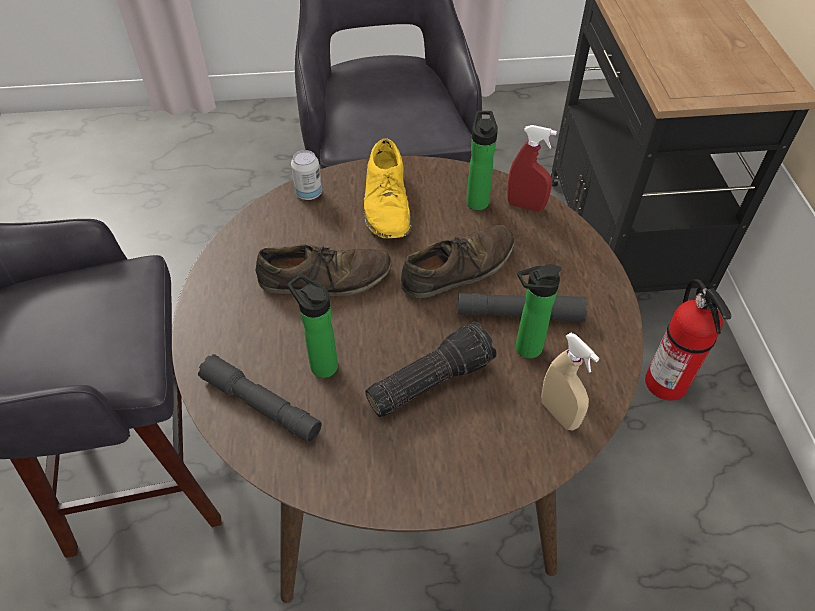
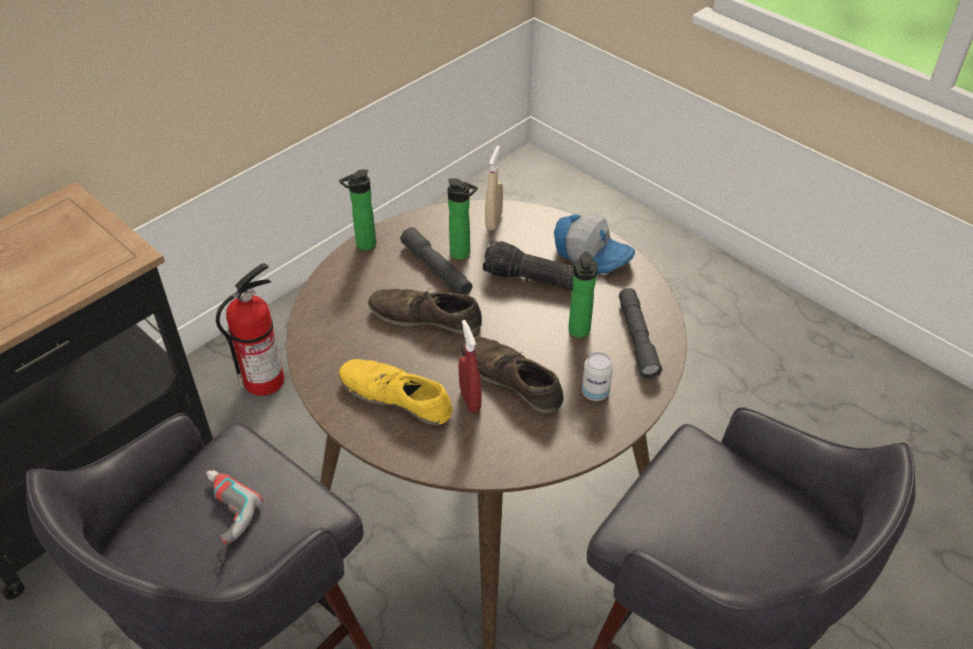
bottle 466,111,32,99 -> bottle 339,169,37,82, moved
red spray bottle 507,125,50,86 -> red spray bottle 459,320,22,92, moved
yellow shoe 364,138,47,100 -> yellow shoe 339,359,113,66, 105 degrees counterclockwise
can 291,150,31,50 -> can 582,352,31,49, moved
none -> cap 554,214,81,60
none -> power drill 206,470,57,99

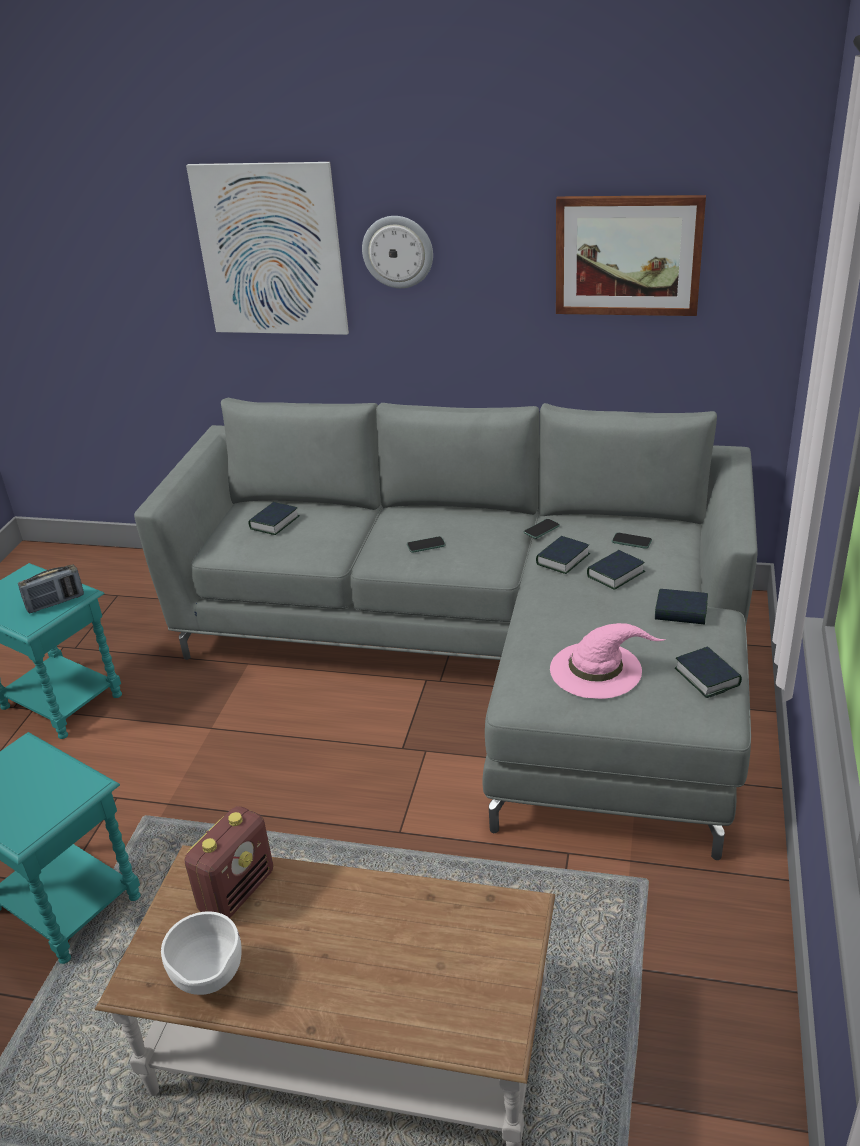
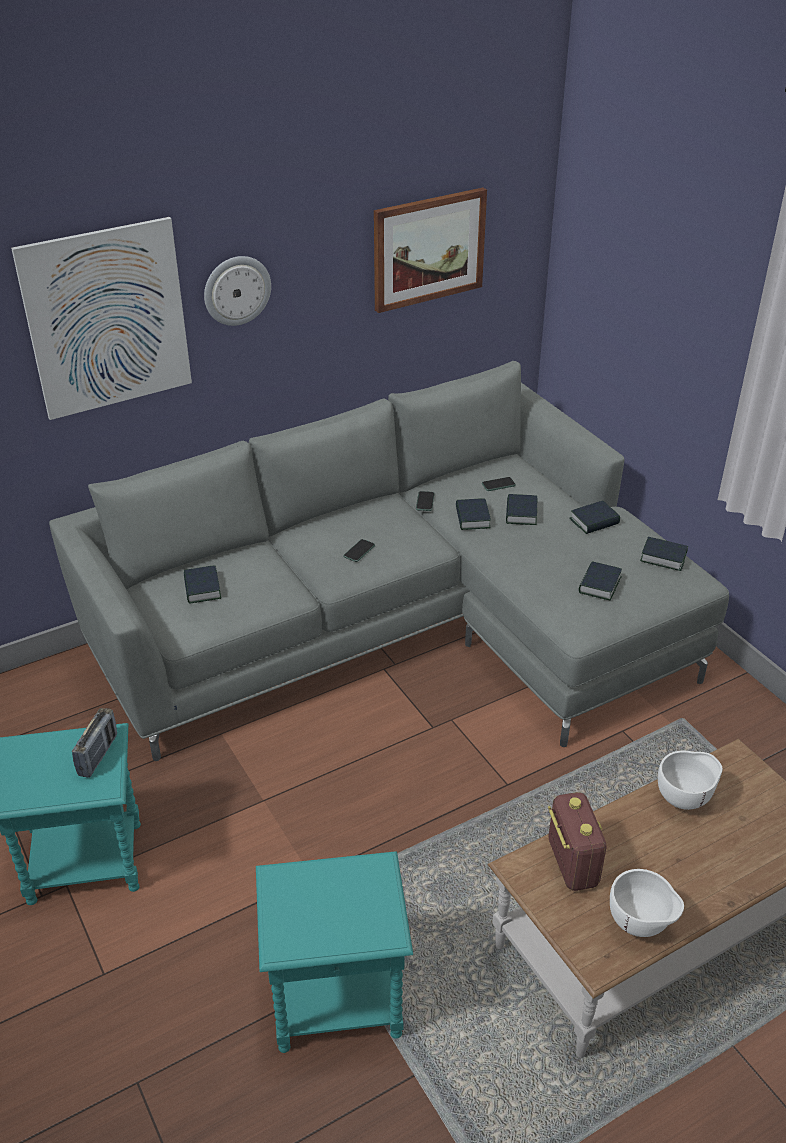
pink hat 550,623,116,76 -> book 579,561,43,39
none -> white bowl 658,751,65,59

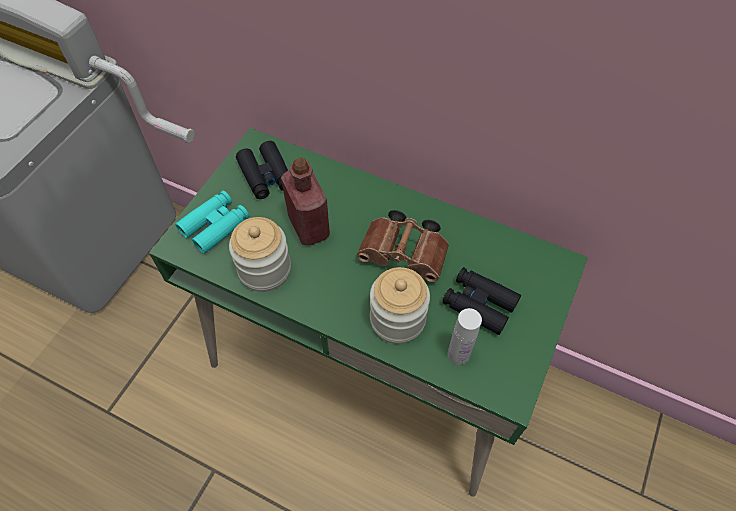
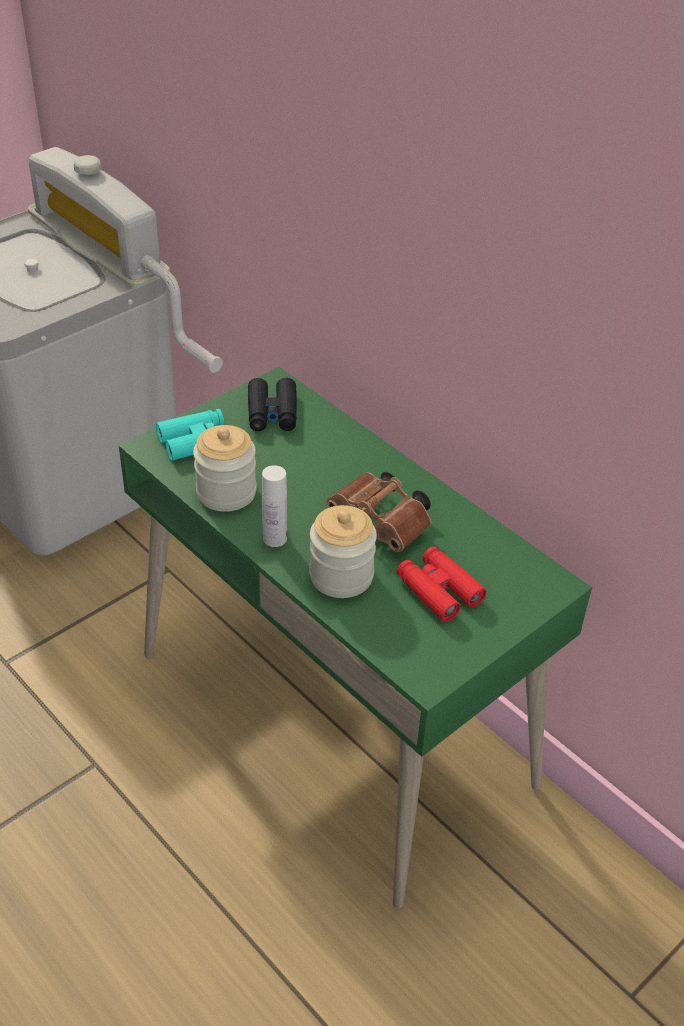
red bottle 281,157,49,89 -> none
black binoculars 442,267,79,68 -> red binoculars 397,546,89,76
white bottle 448,308,34,57 -> white bottle 262,465,25,82, moved

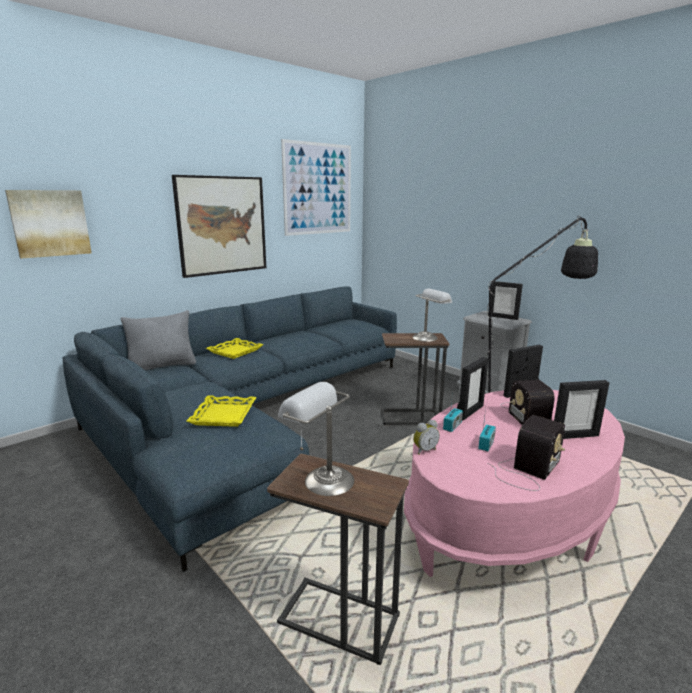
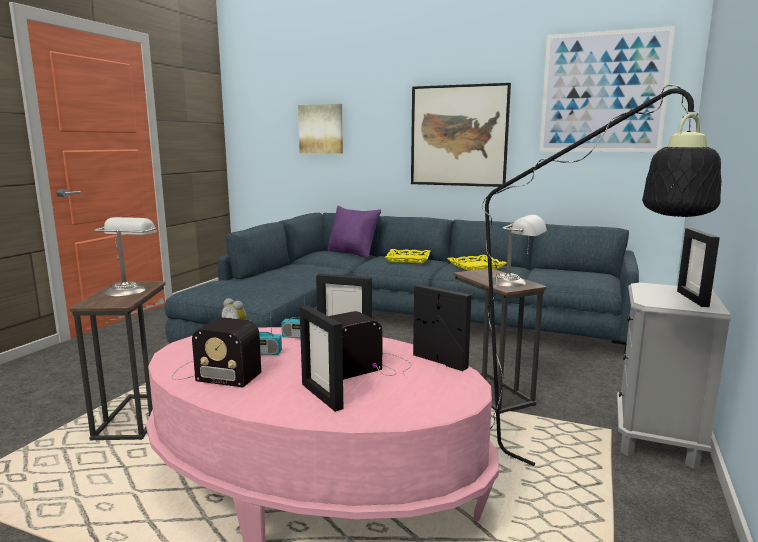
grey pillow 121,310,75,60 -> purple pillow 328,206,53,52
yellow tray 187,395,69,32 -> yellow tray 447,255,60,16, moved

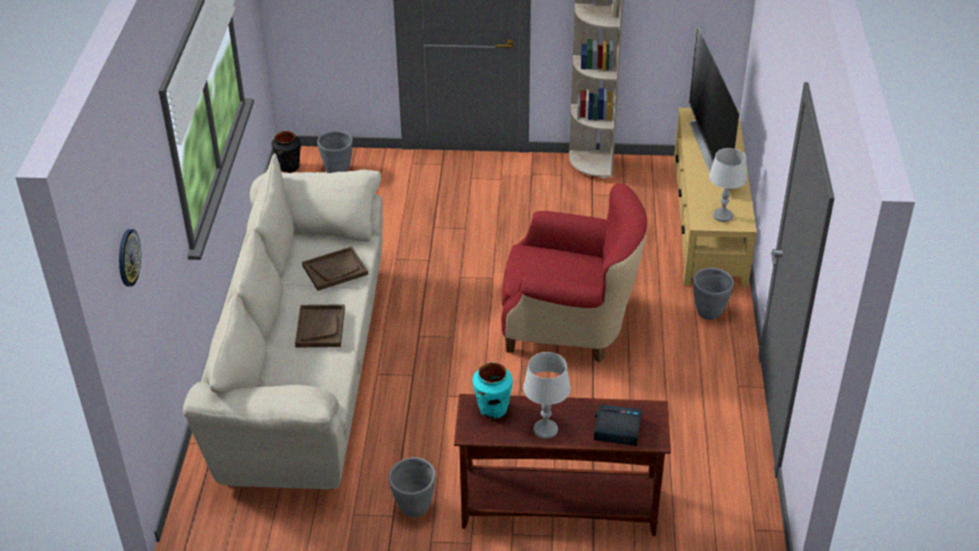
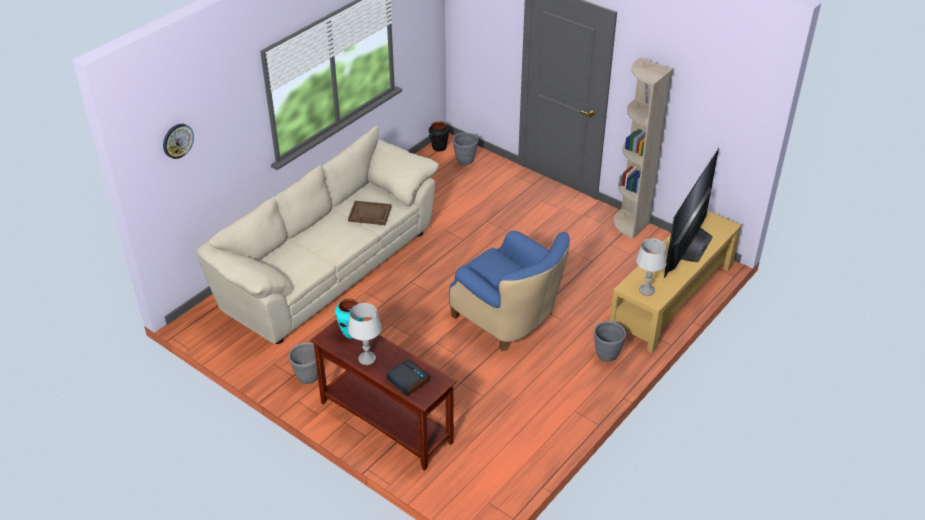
red armchair 501,183,146,180 -> blue armchair 449,231,121,120
brown tray 295,304,50,43 -> none

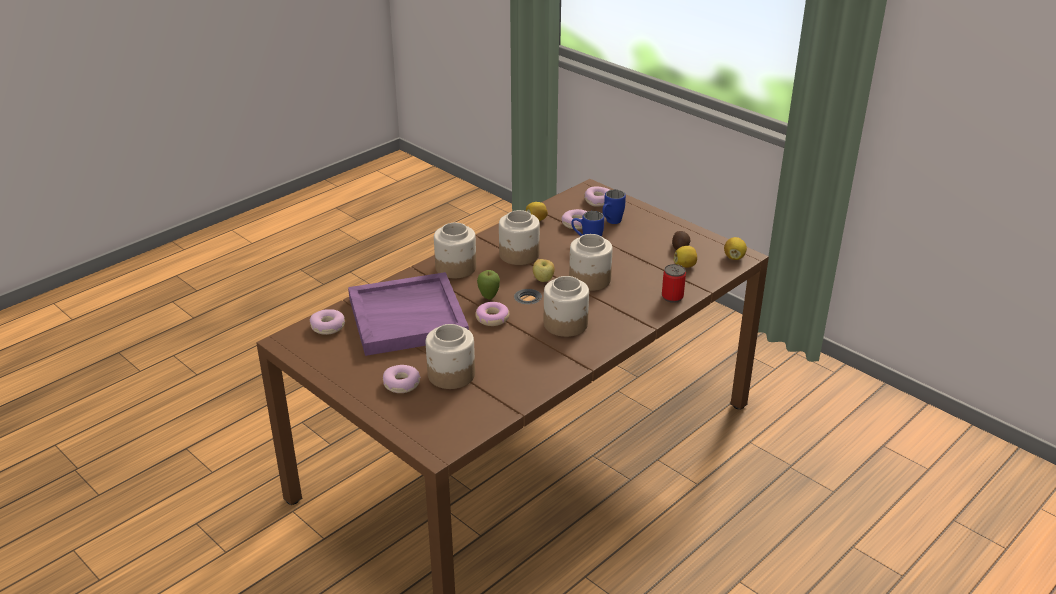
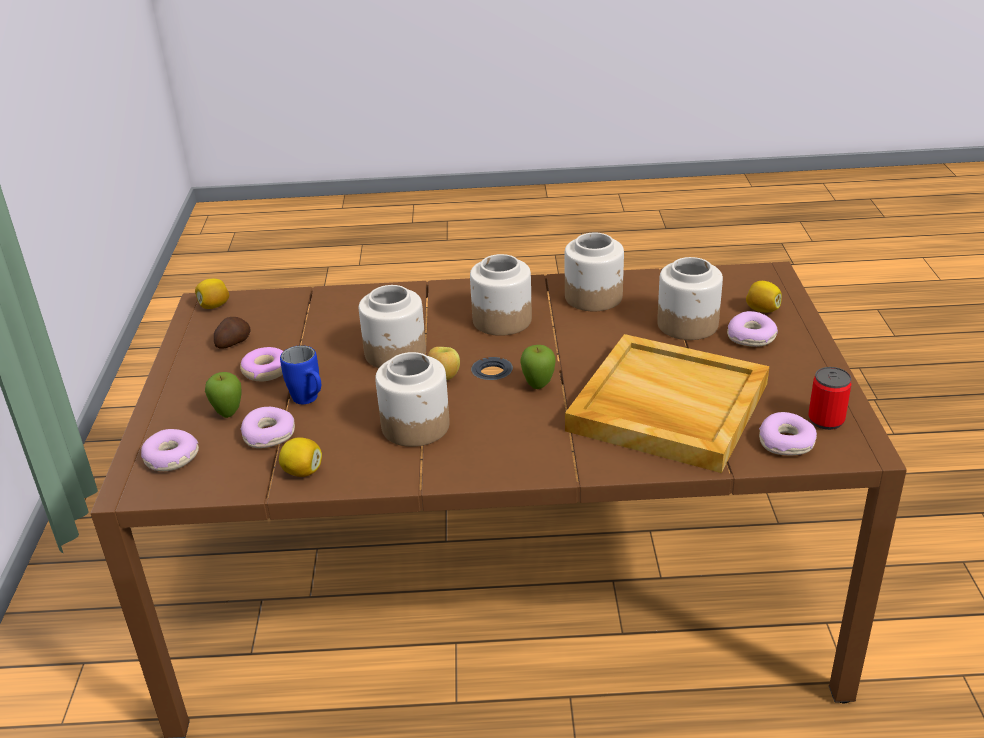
blue mug 602,190,24,34 -> apple 205,372,37,46
jar 434,223,42,55 -> jar 565,233,59,78, moved
lemon 674,246,23,22 -> lemon 746,281,36,31, moved
can 662,264,24,39 -> can 808,367,43,63, moved
purple tray 348,272,121,84 -> beige tray 565,334,204,139
donut 475,302,34,24 -> donut 240,347,43,34, moved

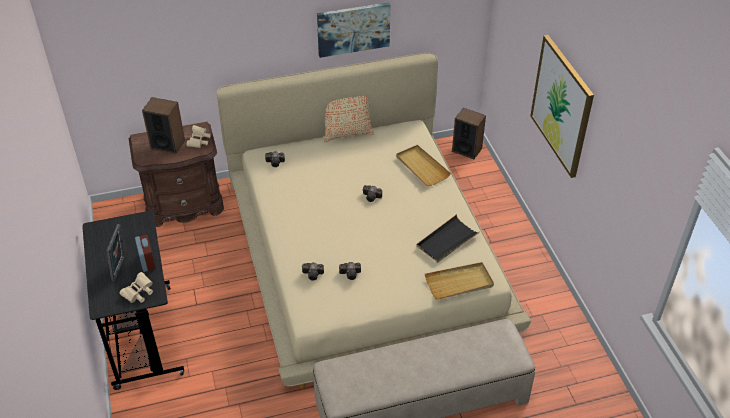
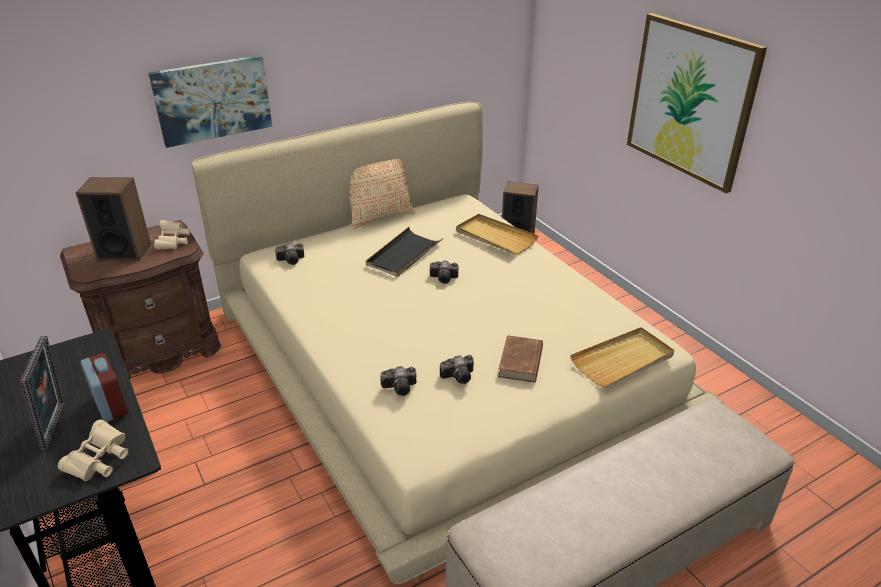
picture 317,2,73,56 -> picture 148,55,124,93, moved
black tray 416,215,64,48 -> black tray 366,227,77,50, moved
none -> brown book 498,335,45,48

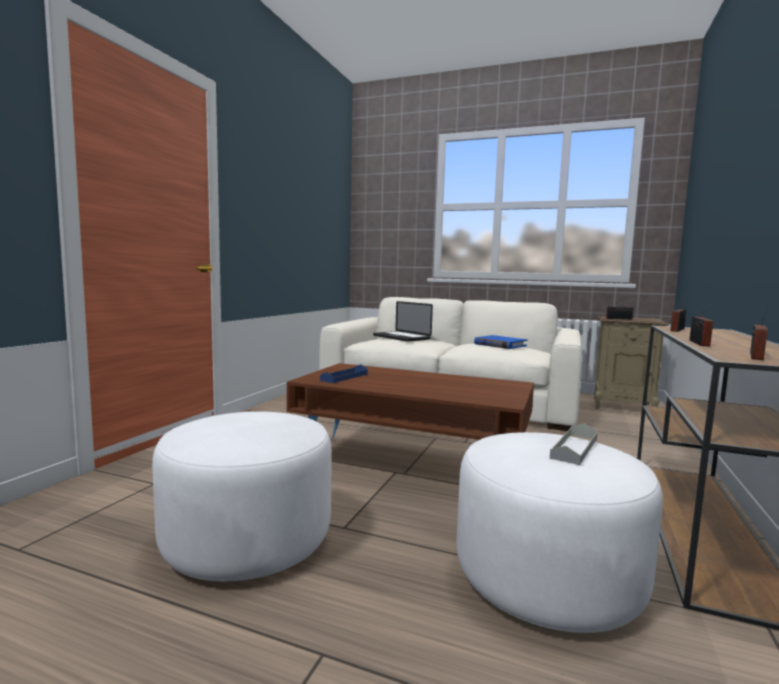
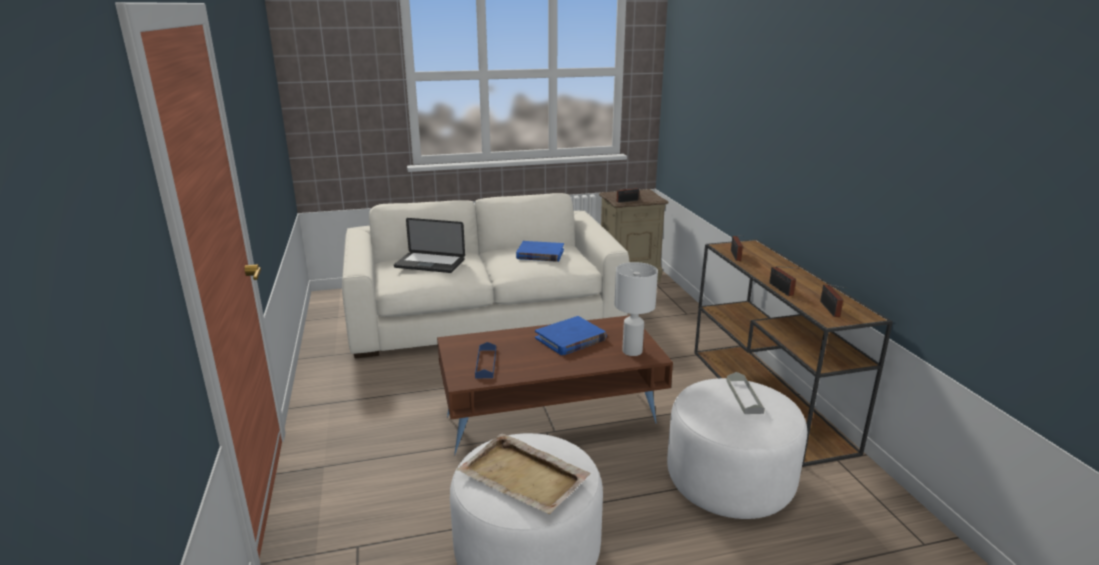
none -> white table lamp 615,262,43,94
none -> blue book 535,316,72,39
none -> beige tray 456,433,135,81

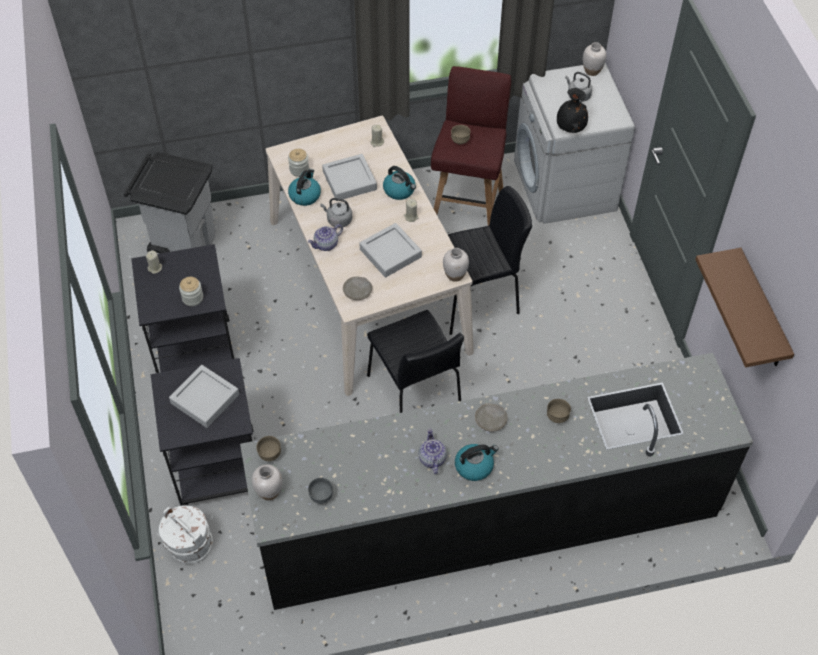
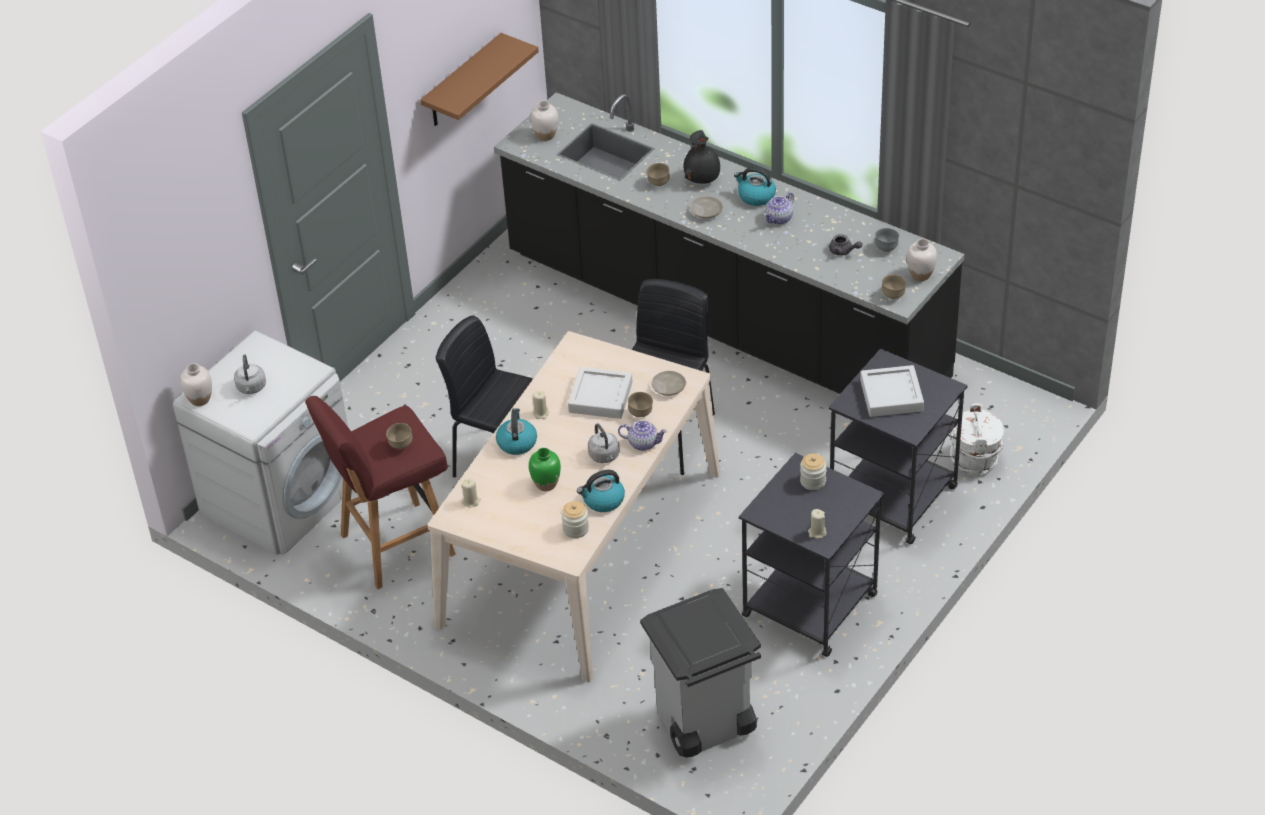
black vase 557,88,31,45 -> black vase 683,130,37,54, moved
grey tray 322,154,55,47 -> green vase 529,448,32,43
white vase 443,248,26,34 -> white vase 530,100,28,41, moved
none -> grey teapot 829,234,33,21
none -> brown bowl 628,392,25,25

